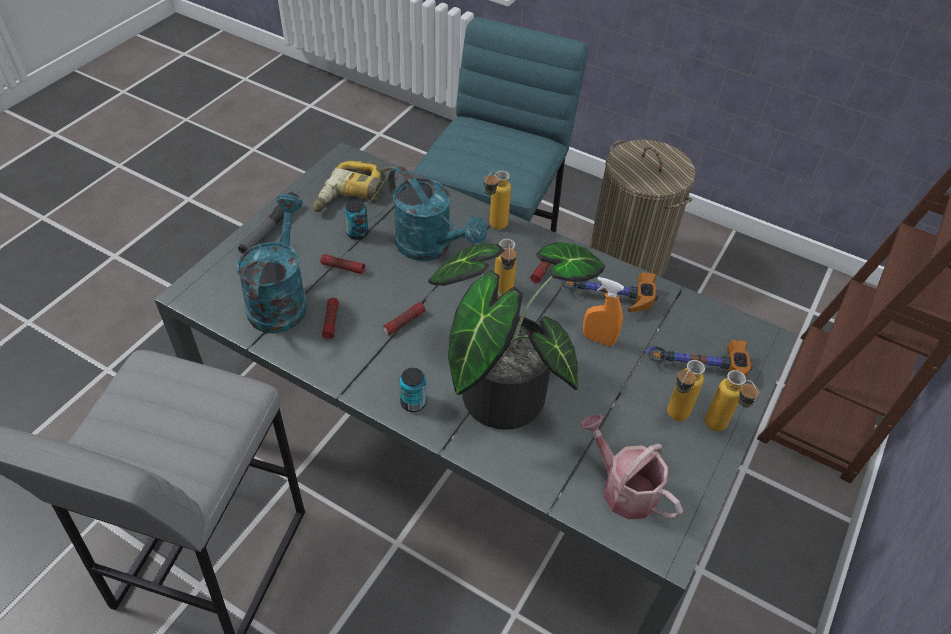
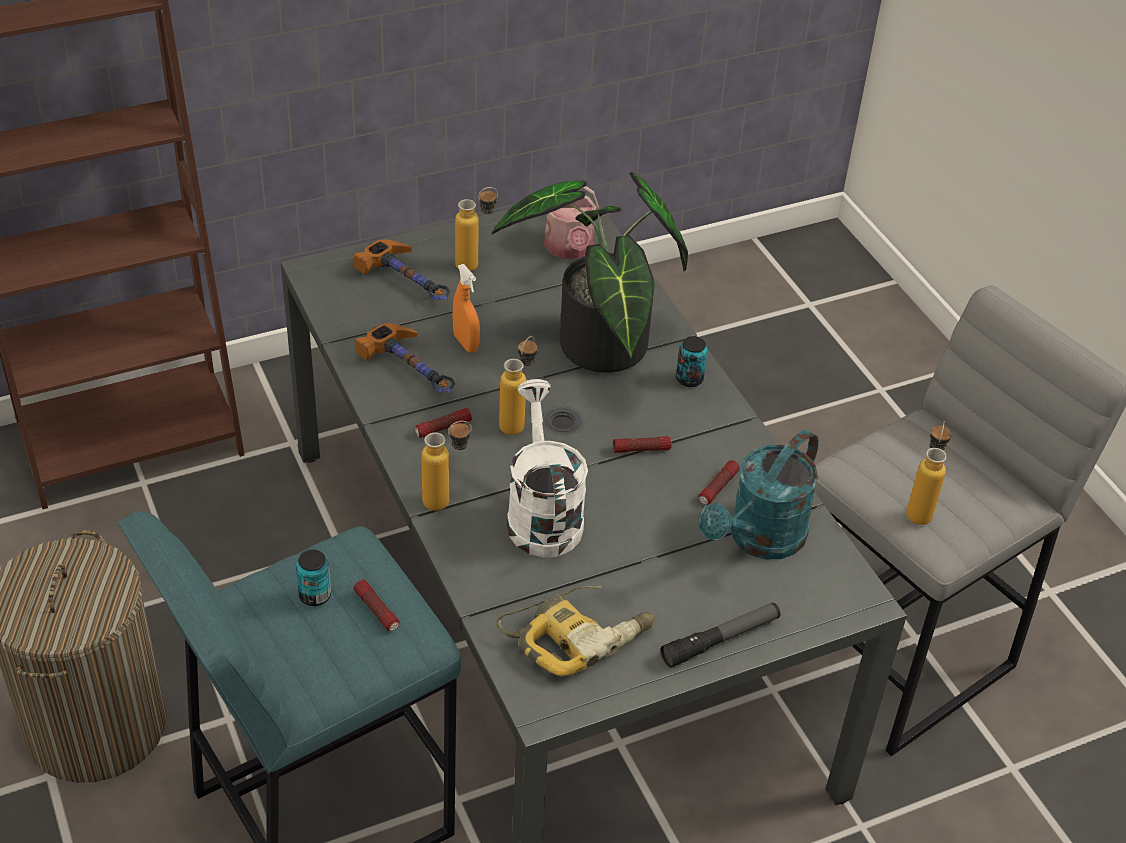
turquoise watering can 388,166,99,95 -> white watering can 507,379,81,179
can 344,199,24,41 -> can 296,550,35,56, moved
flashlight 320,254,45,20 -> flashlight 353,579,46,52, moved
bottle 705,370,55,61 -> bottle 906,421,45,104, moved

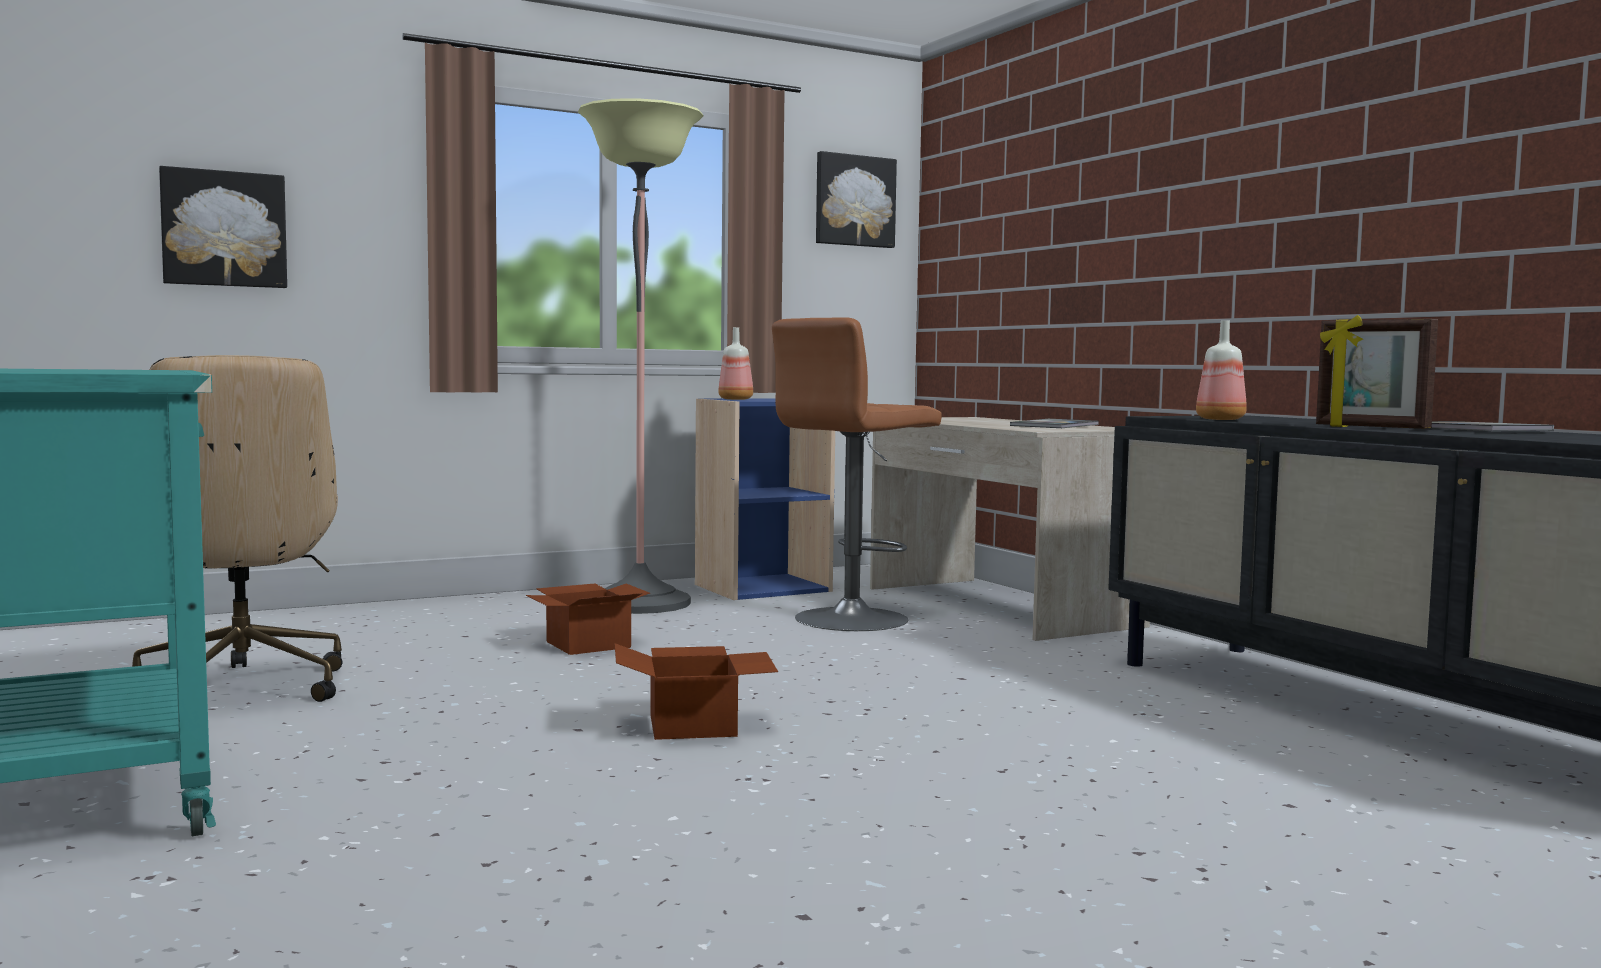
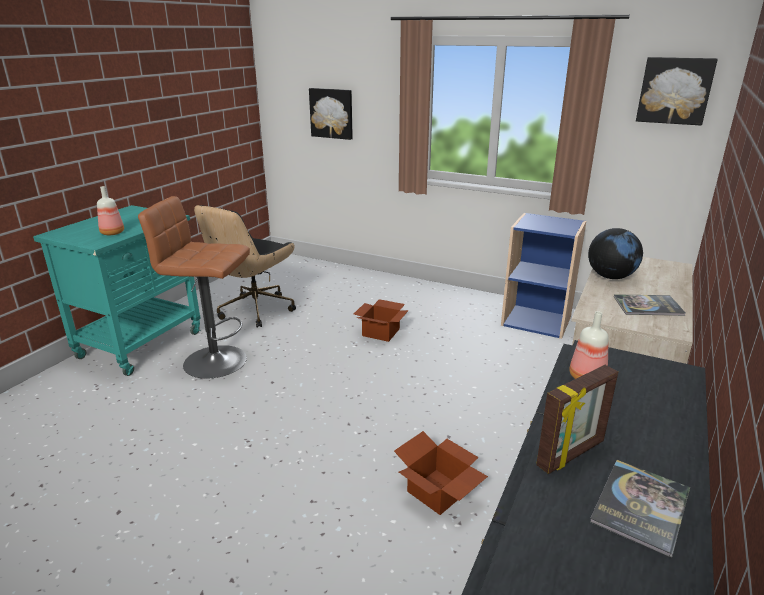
floor lamp 578,98,126,516 -> none
picture frame 1316,315,122,114 -> picture frame 536,365,82,109, 135 degrees counterclockwise
brown stool 772,317,170,314 -> brown stool 138,196,112,183, moved
bottle 718,327,35,73 -> bottle 97,186,27,49, moved
cardboard box 615,643,163,97 -> cardboard box 394,431,94,84, moved
none -> globe 588,228,55,51

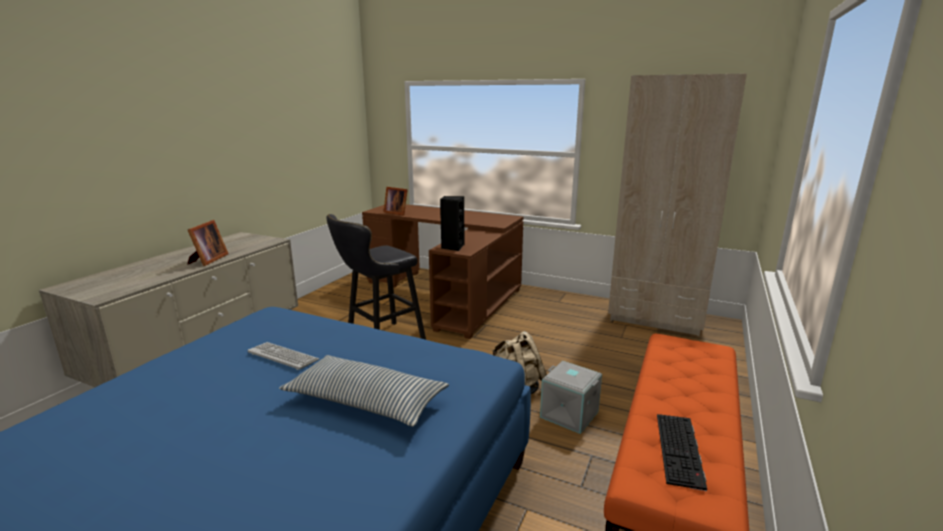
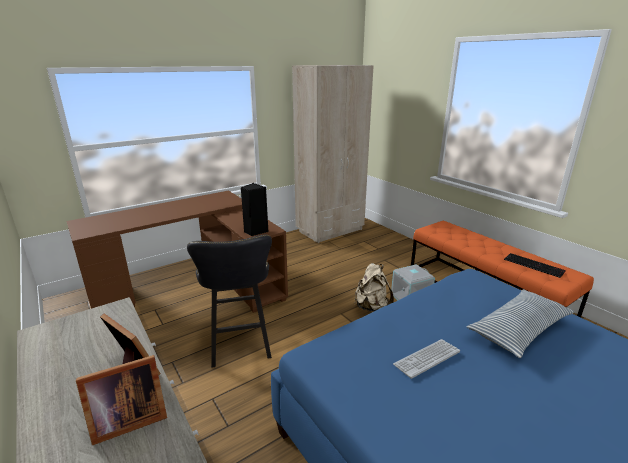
picture frame 383,187,25,28 -> picture frame 76,355,91,90, moved

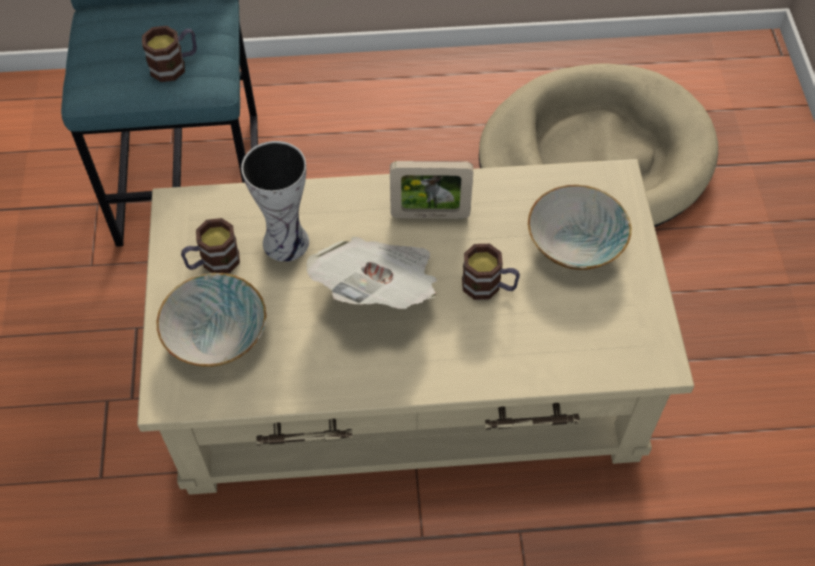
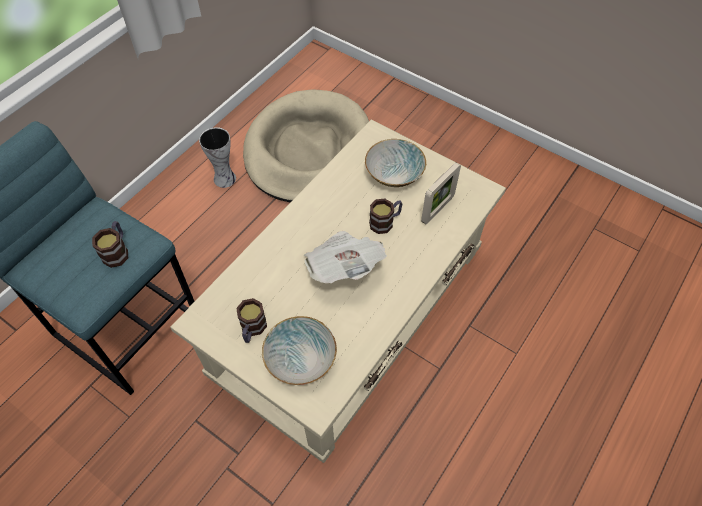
vase 241,141,68,121 -> vase 199,127,37,61, moved
picture frame 390,161,83,58 -> picture frame 421,163,40,61, moved

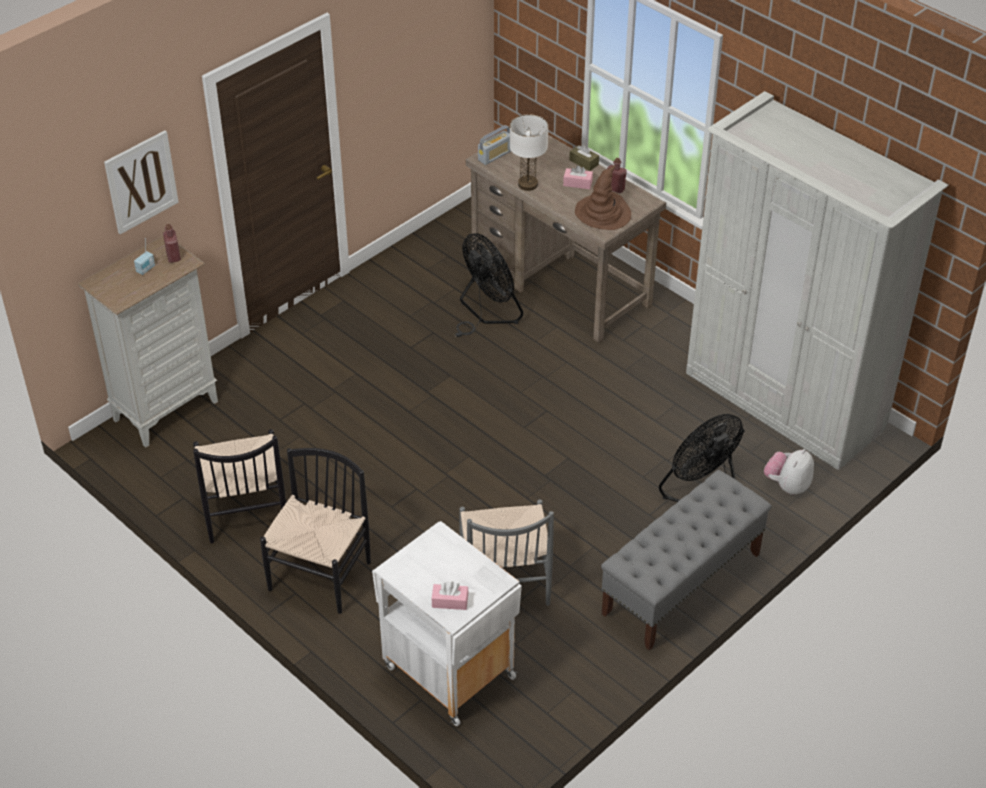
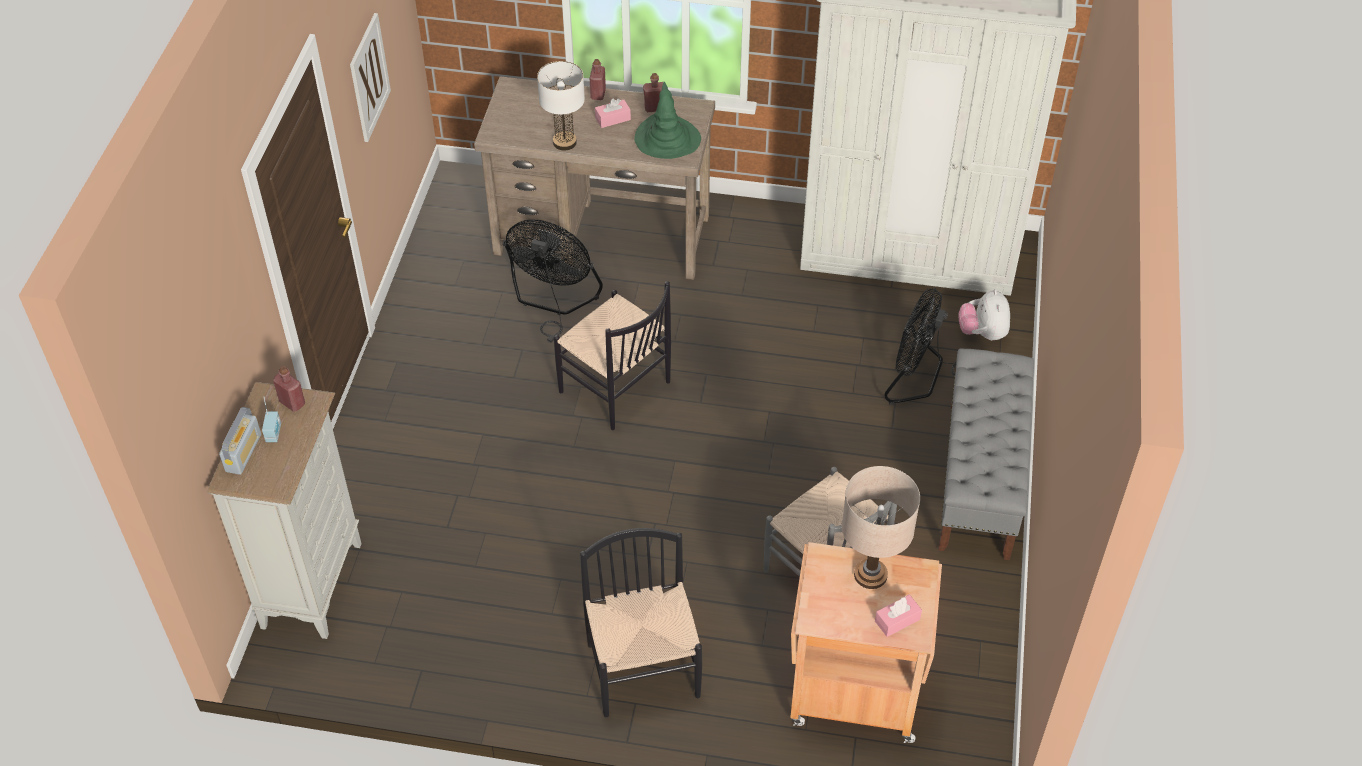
radio 478,125,33,40 -> radio 219,407,42,68, moved
picture 104,130,75,104 -> picture 350,13,41,129, moved
brown tissue box 569,144,30,27 -> red bottle 590,59,16,41
brown hat 575,165,56,65 -> green hat 634,82,67,77
black chair 193,429,93,114 -> black chair 554,281,117,149, moved
white cart 372,521,150,205 -> brown cart 790,542,152,201
none -> beige table lamp 842,466,78,123

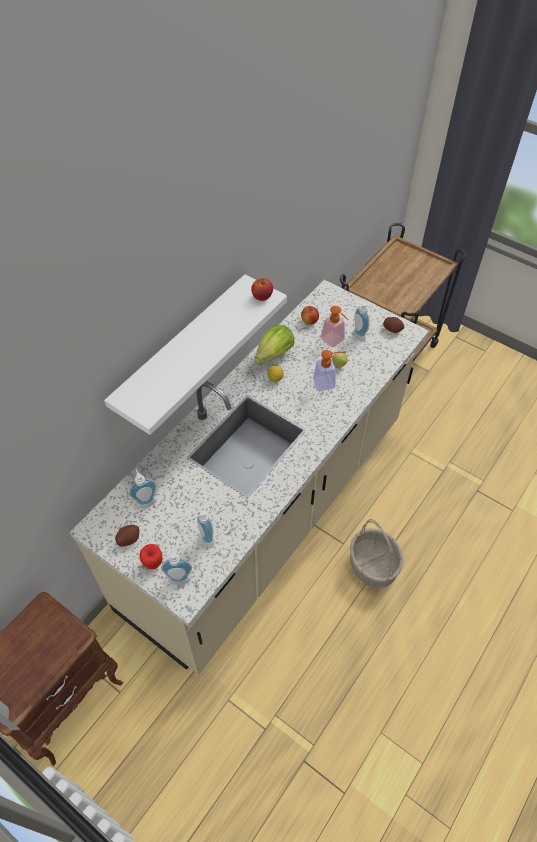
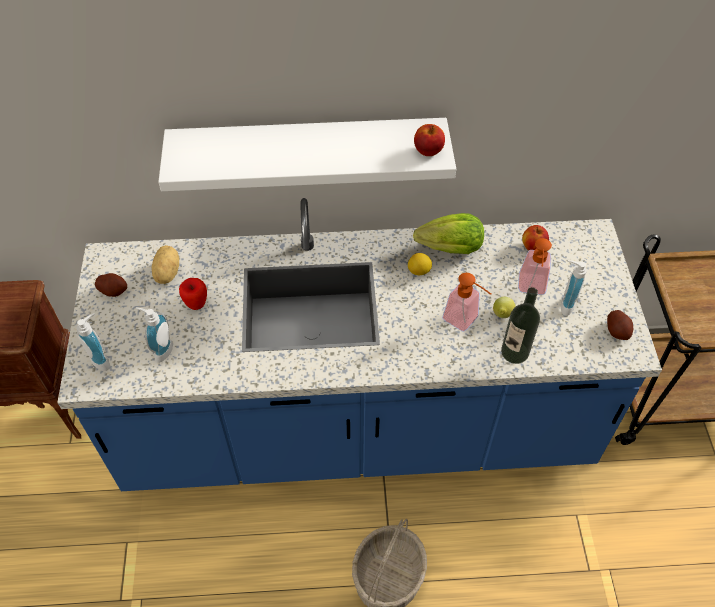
beige counter 69,280,360,395 -> blue counter 57,198,605,293
soap dispenser 129,467,28,42 -> potato 152,245,27,39
apple 140,544,22,25 -> apple 179,278,28,32, moved
none -> bottle 501,287,39,77

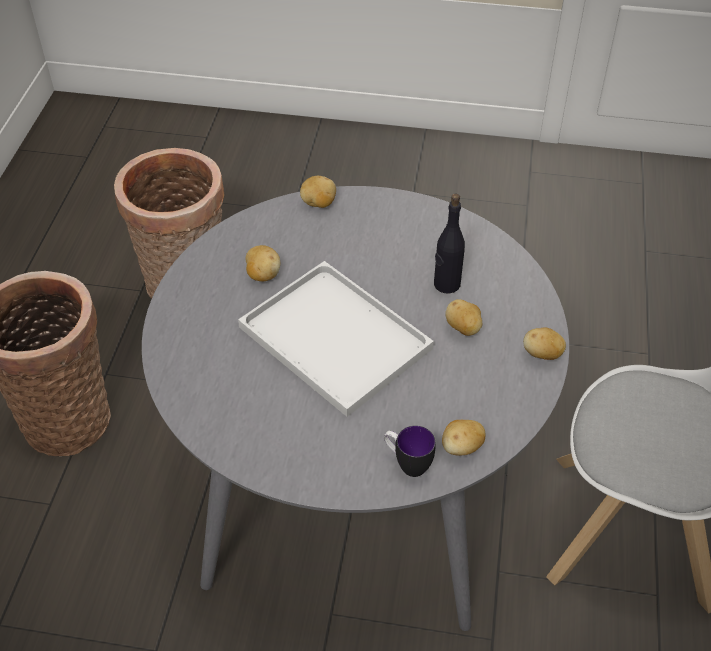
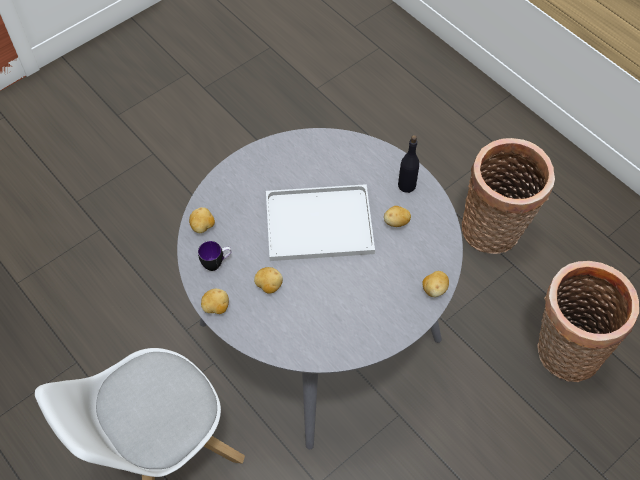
black bottle 434,194,31,100 -> black bottle 398,135,21,58, moved
mug 384,426,51,51 -> mug 198,241,34,30, moved

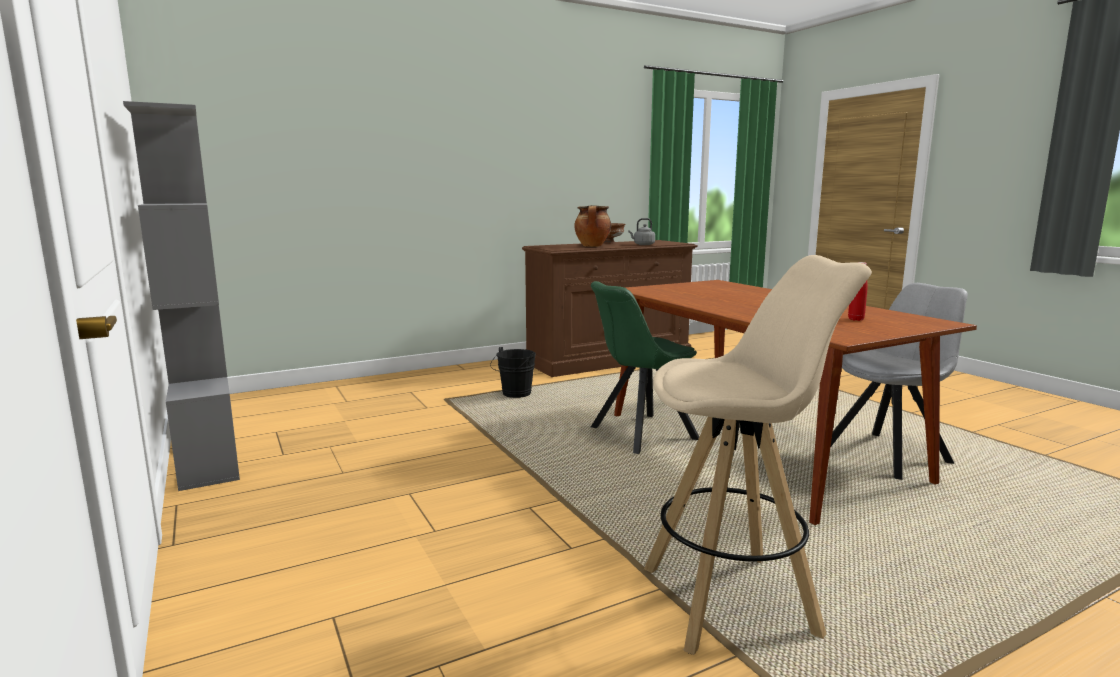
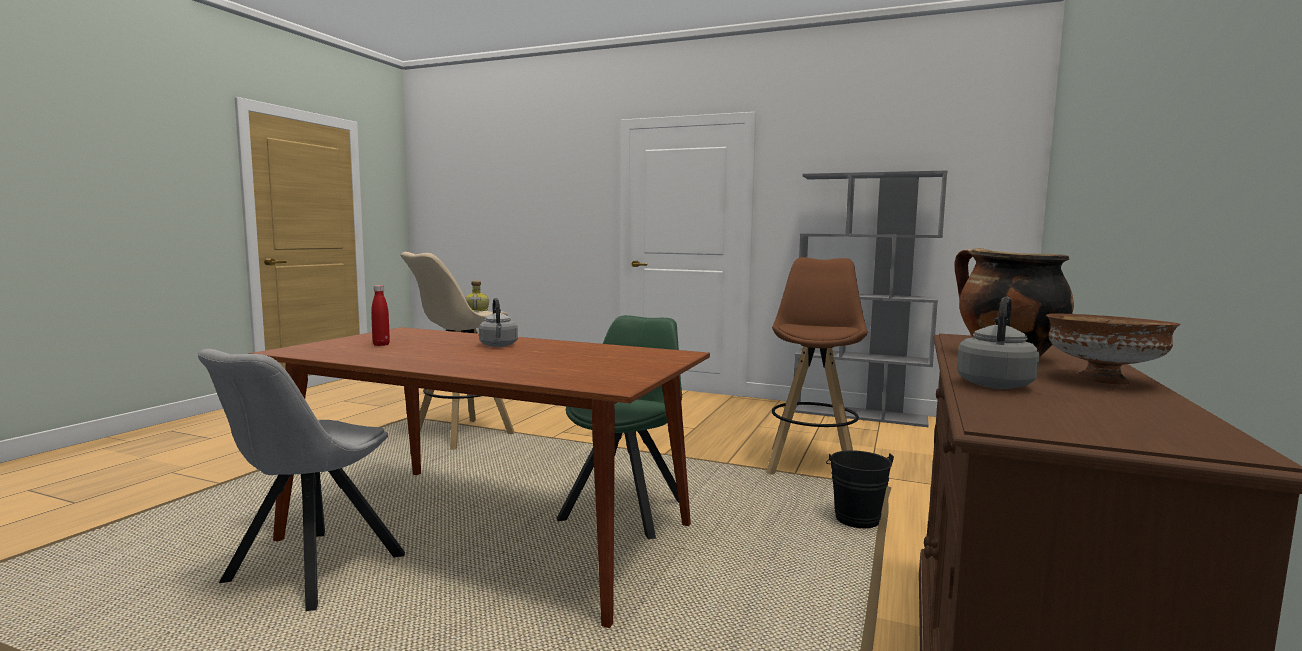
none -> brown stool 766,257,102,218
none -> bottle 465,281,24,30
none -> grey kettle 479,298,39,49

